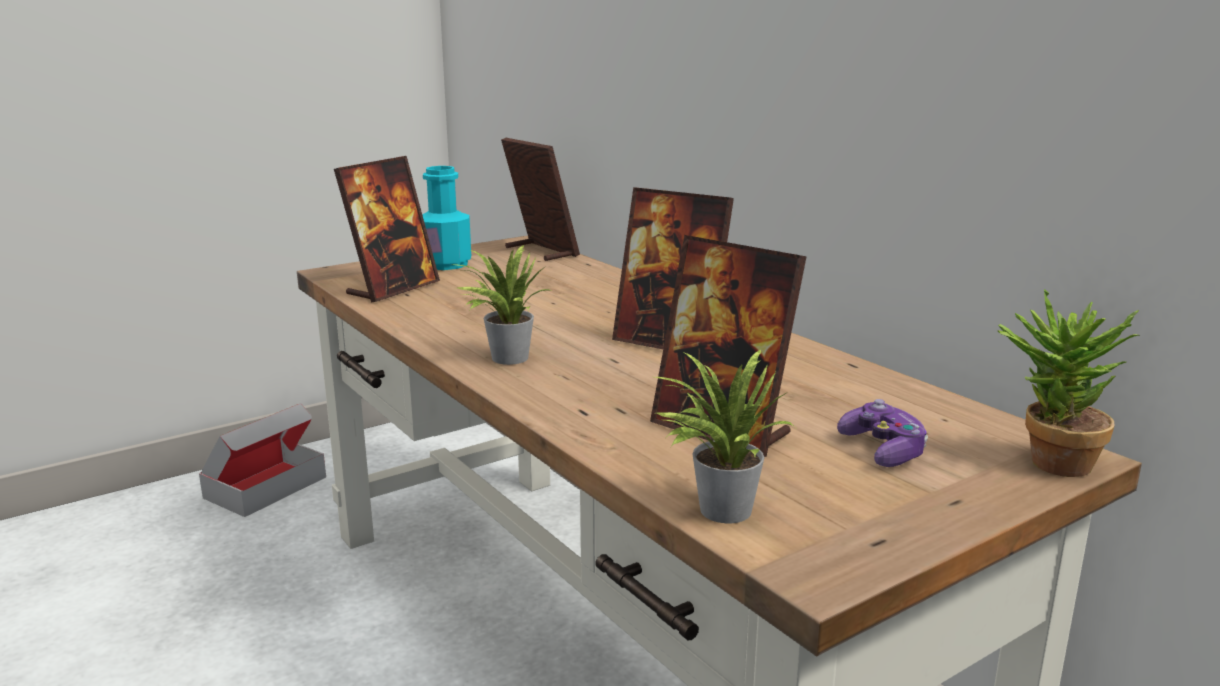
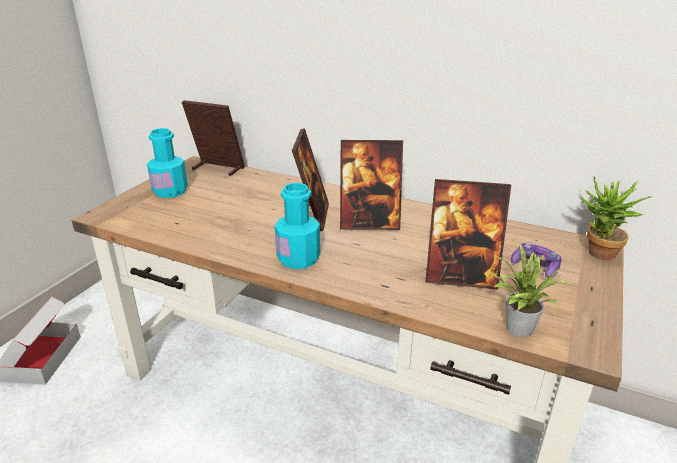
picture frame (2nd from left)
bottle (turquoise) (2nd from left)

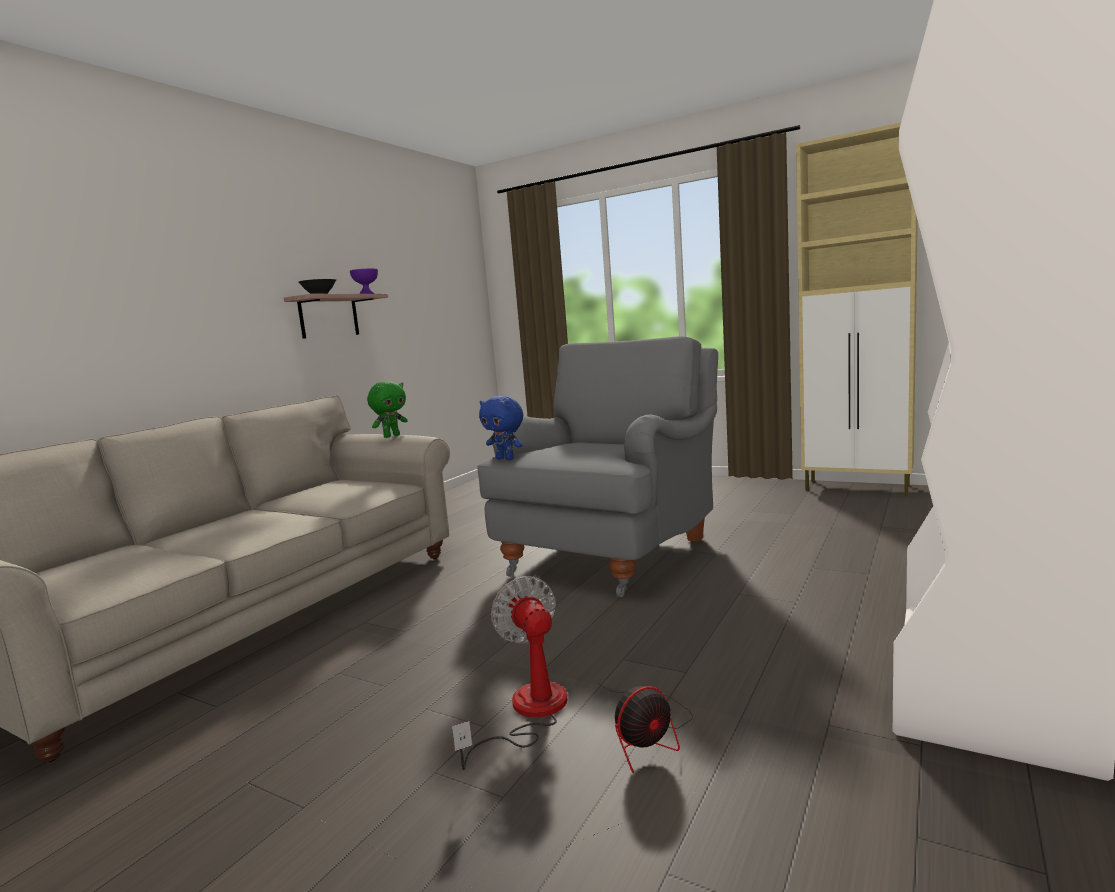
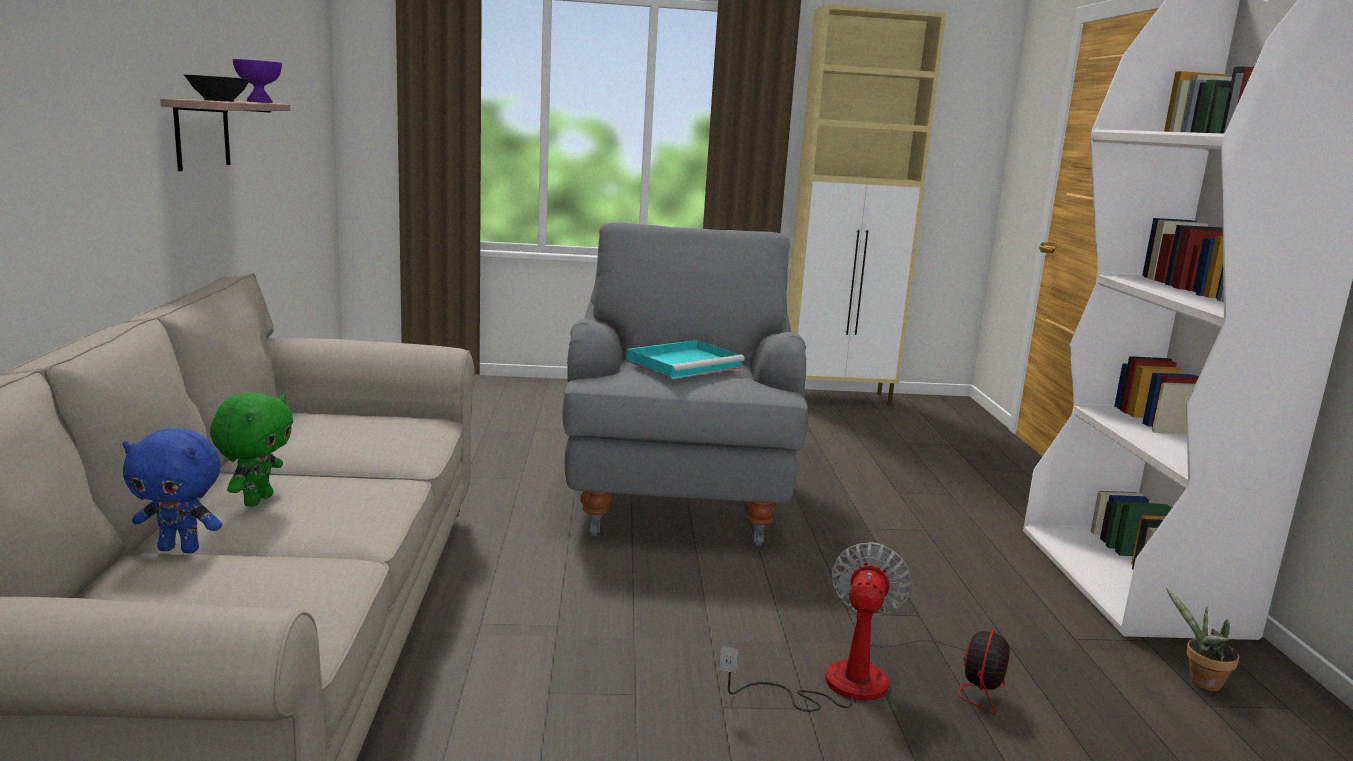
tray (turquoise)
potted plant
plush toy (green)
plush toy (blue)
fan (1st from left)

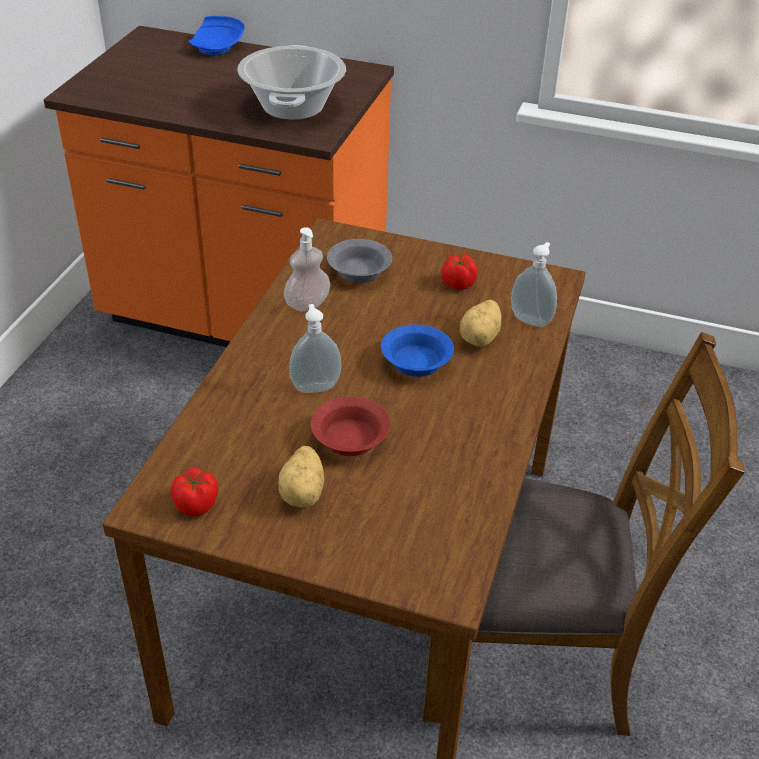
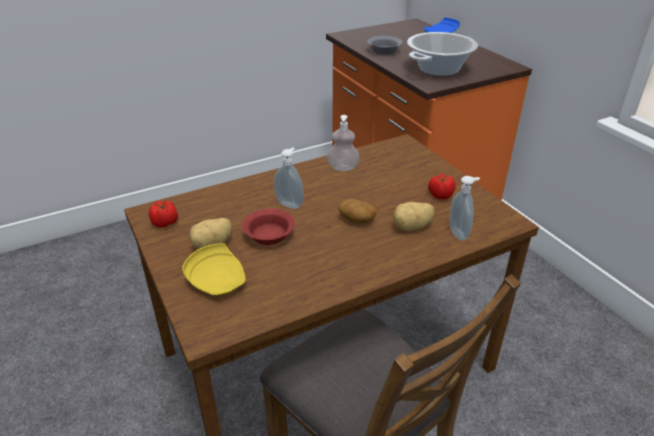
plate (yellow)
bowl (grey)
potato (2nd from left)

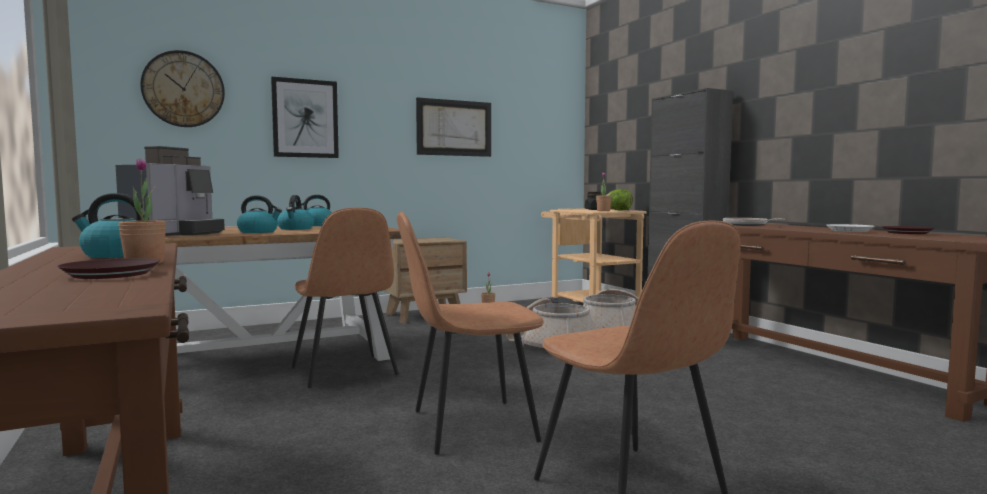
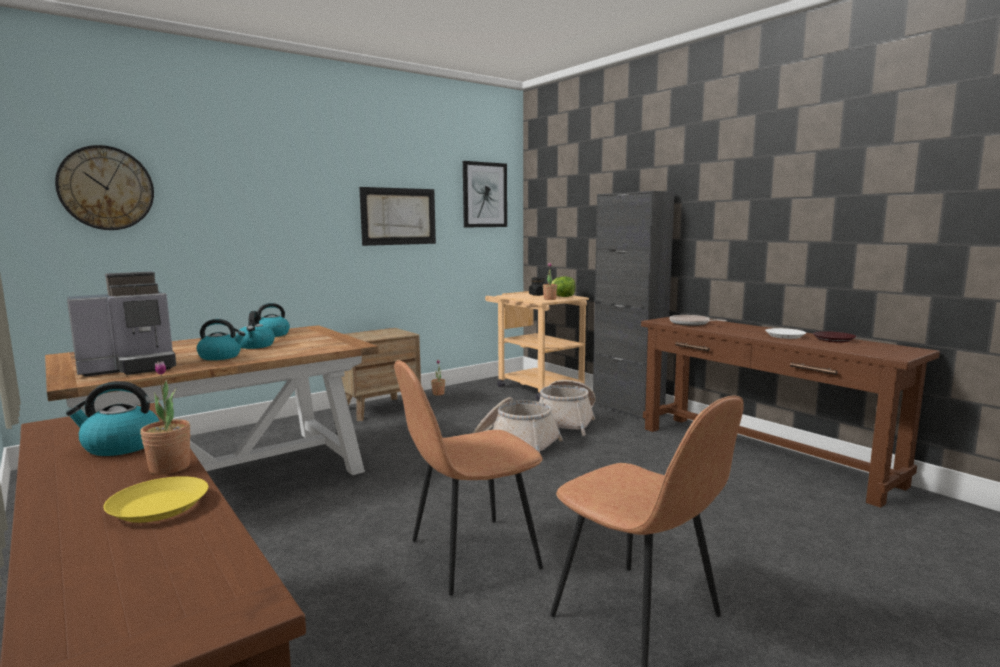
chair (brown) (1st from left in the first image)
picture (2nd from left)
plate (yellow)
coffee machine

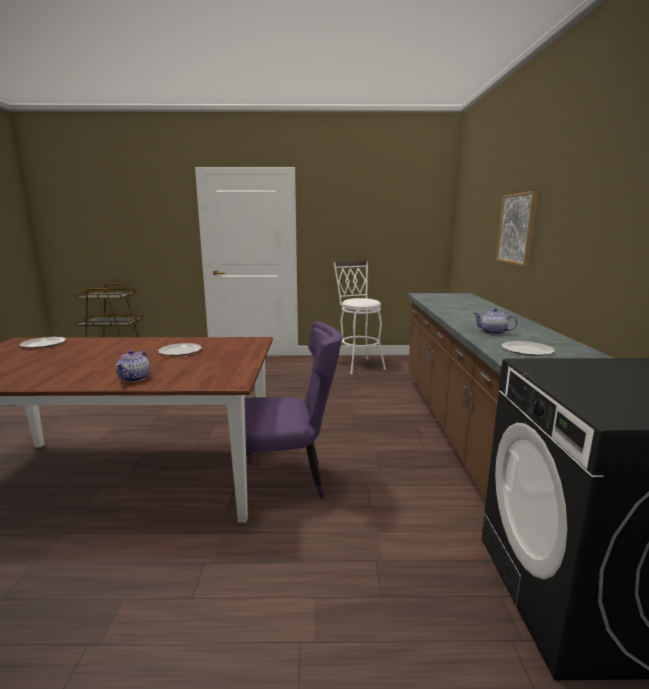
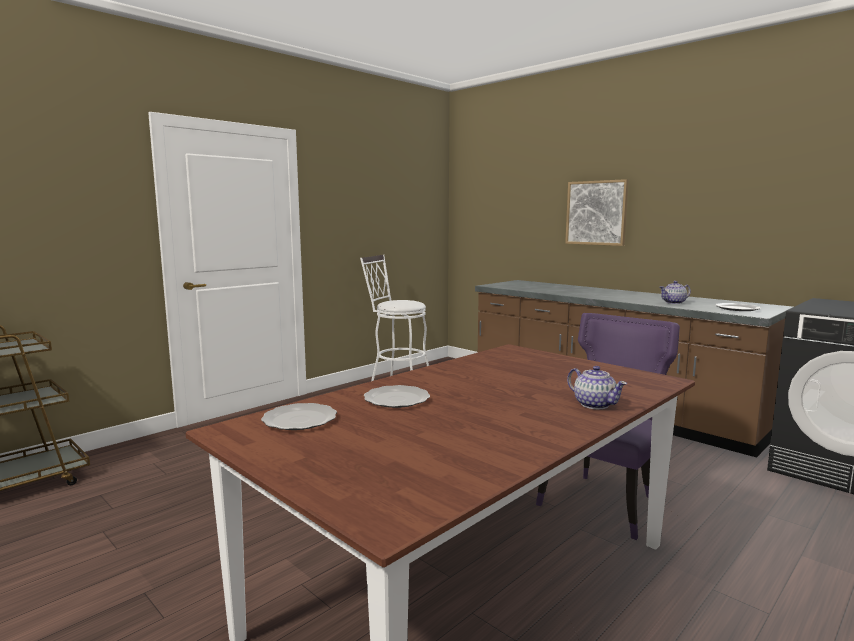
plate (2nd from left)

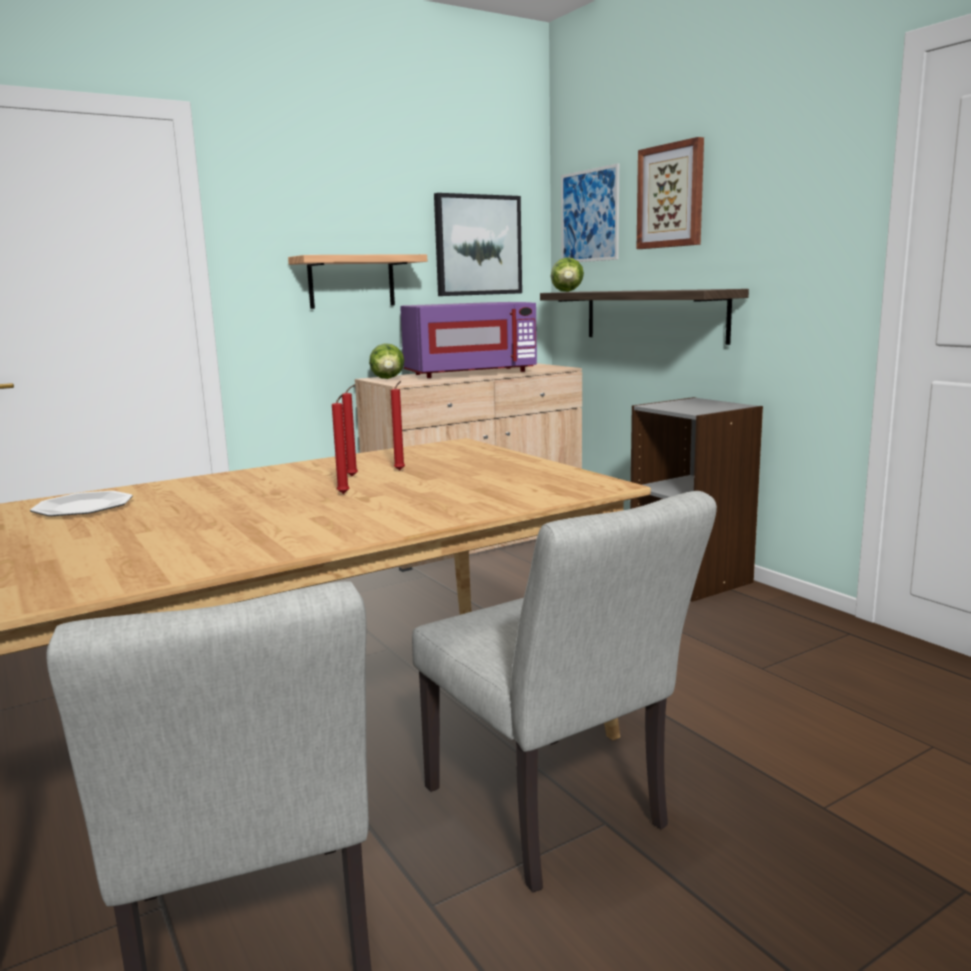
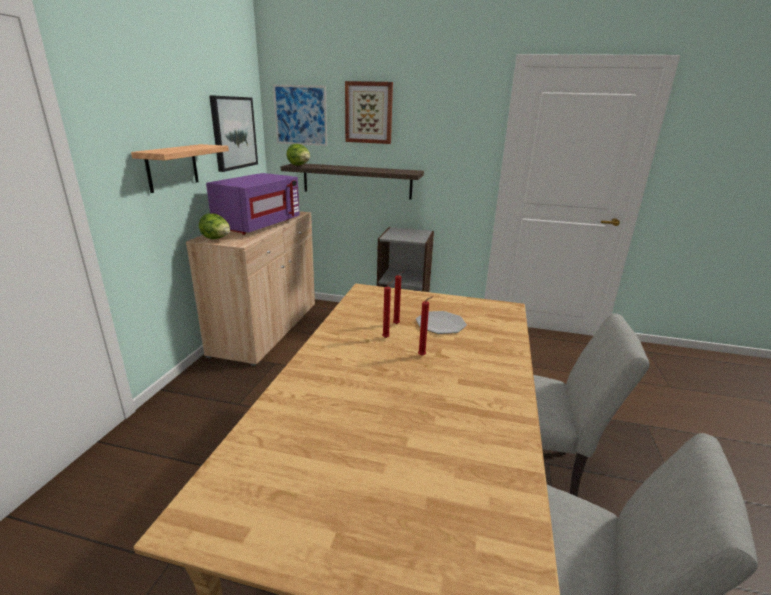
plate

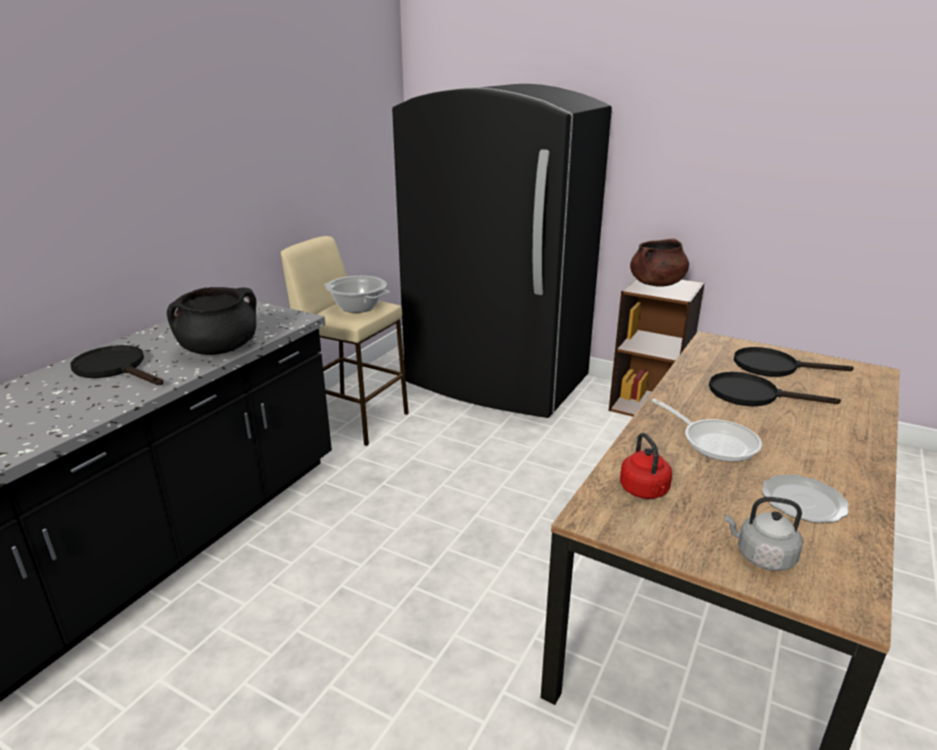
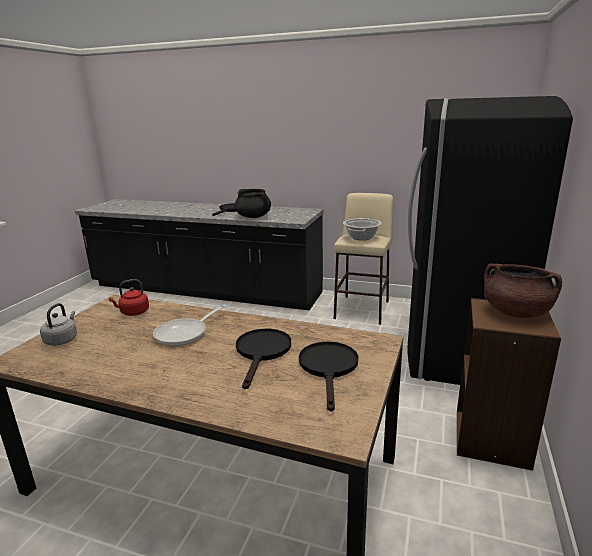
plate

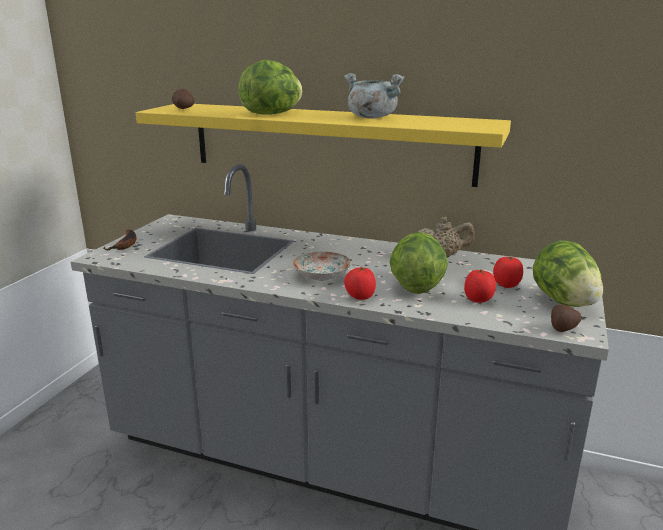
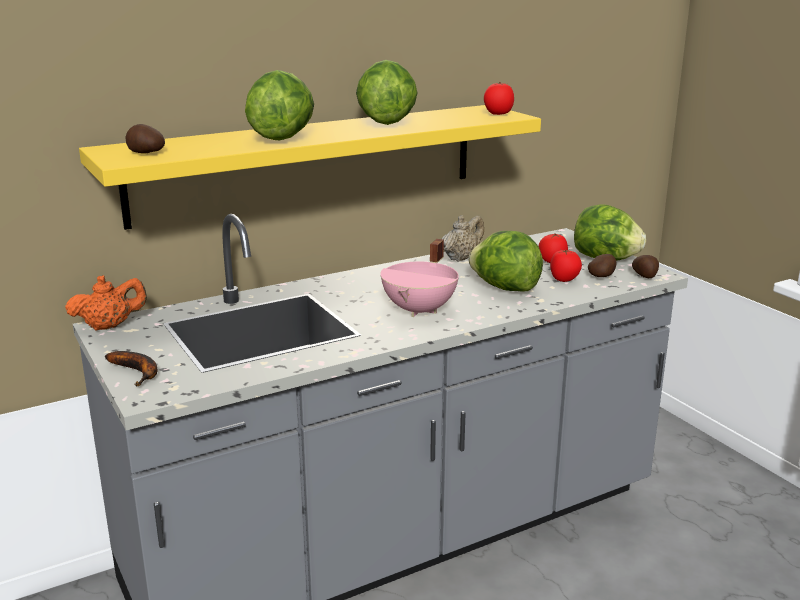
teapot (orange)
potato (2nd from left)
tomato (1st from left)
cooking pot (pink)
lettuce (2nd from left)

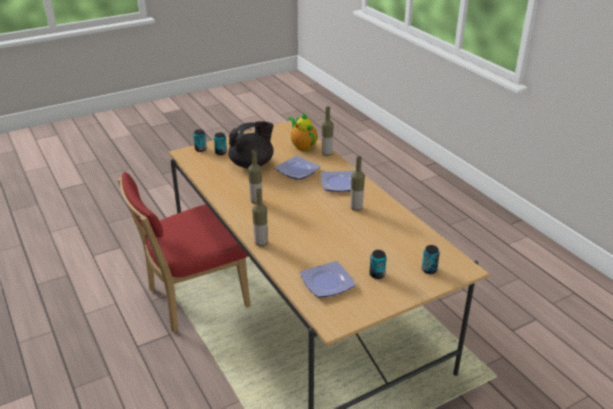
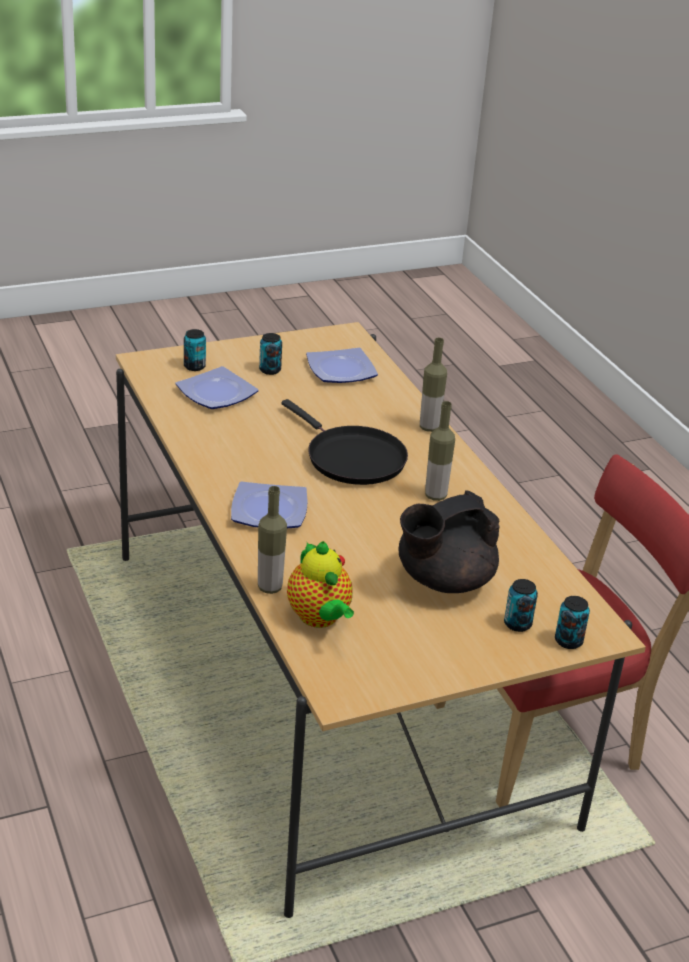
bottle (4th from left in the first image)
frying pan (black)
plate (1st from left)

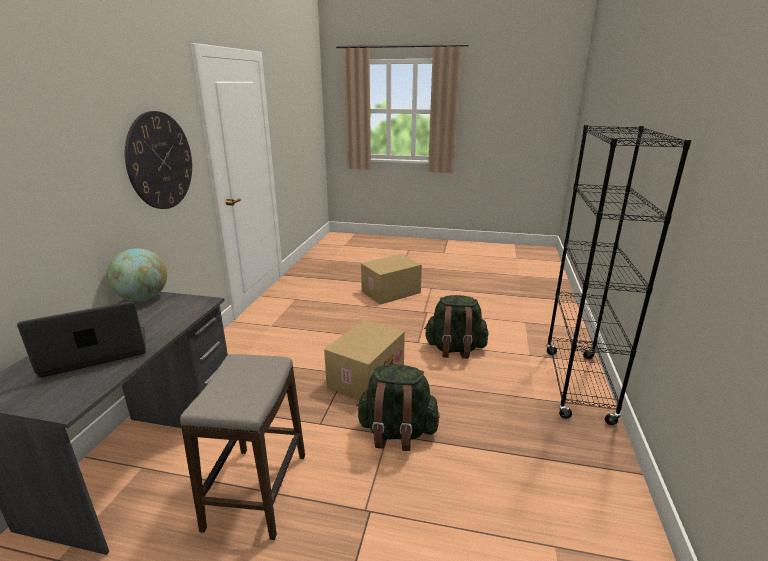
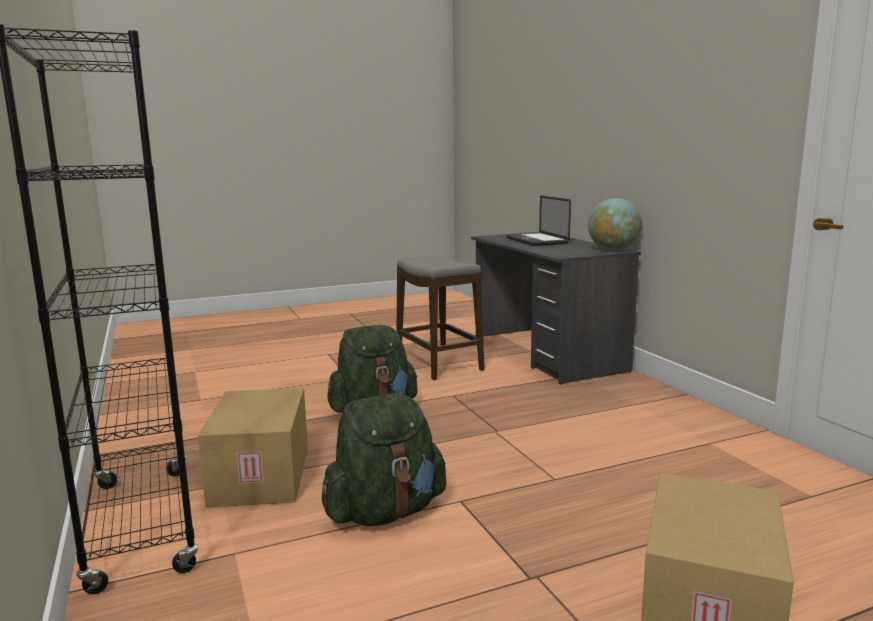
wall clock
cardboard box (1st from left)
laptop

